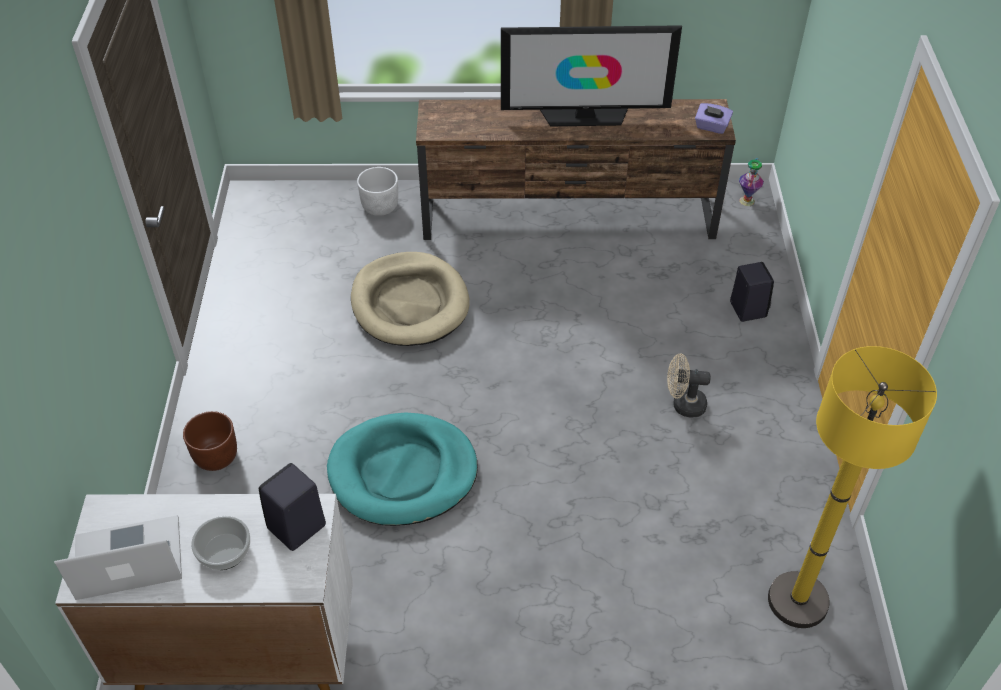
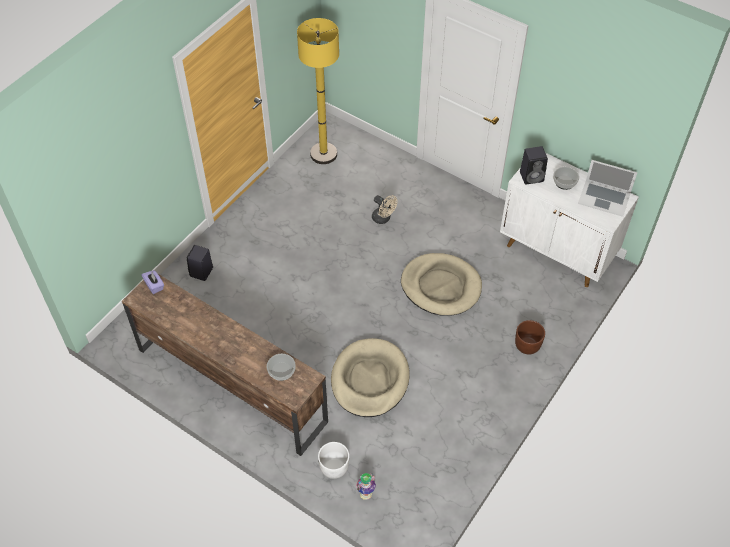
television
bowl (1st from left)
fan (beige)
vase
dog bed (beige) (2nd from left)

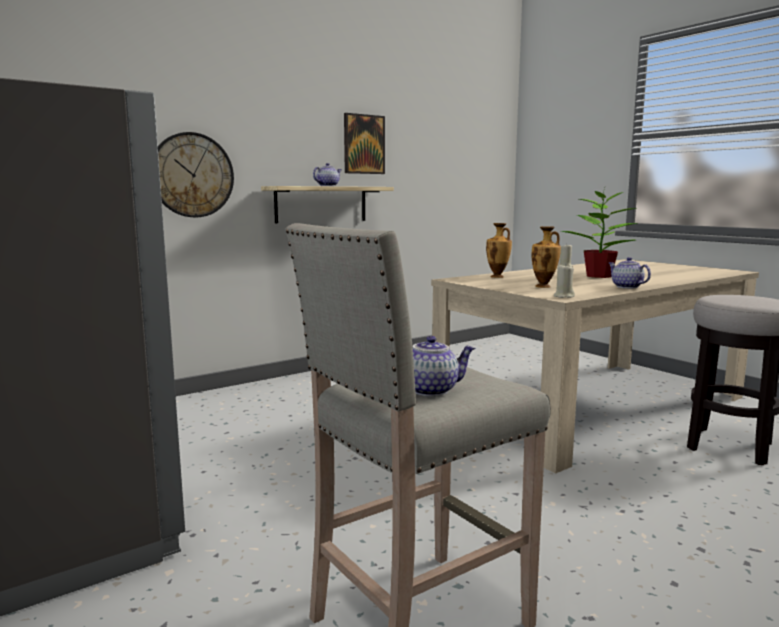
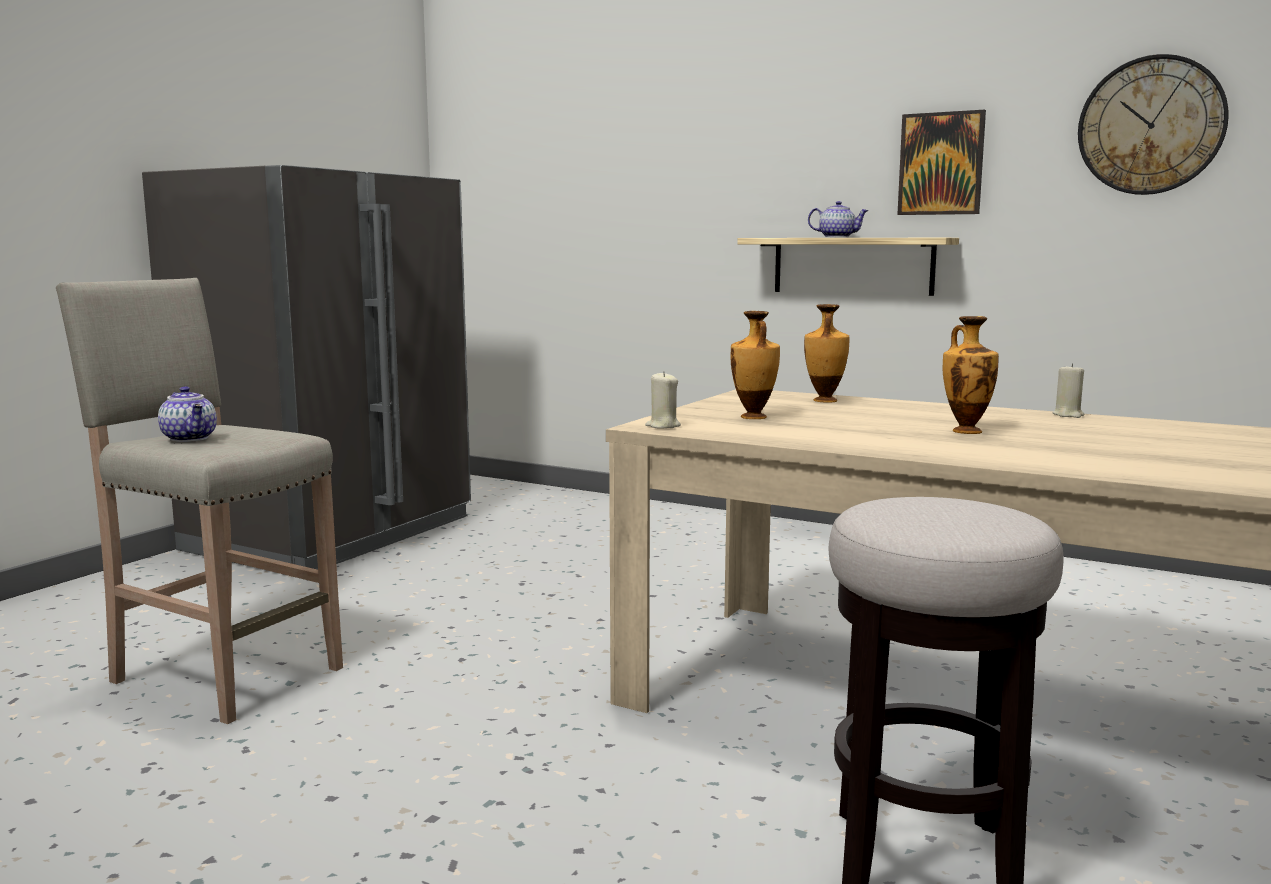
teapot (3rd from left in the first image)
wall clock
vase (3rd from left)

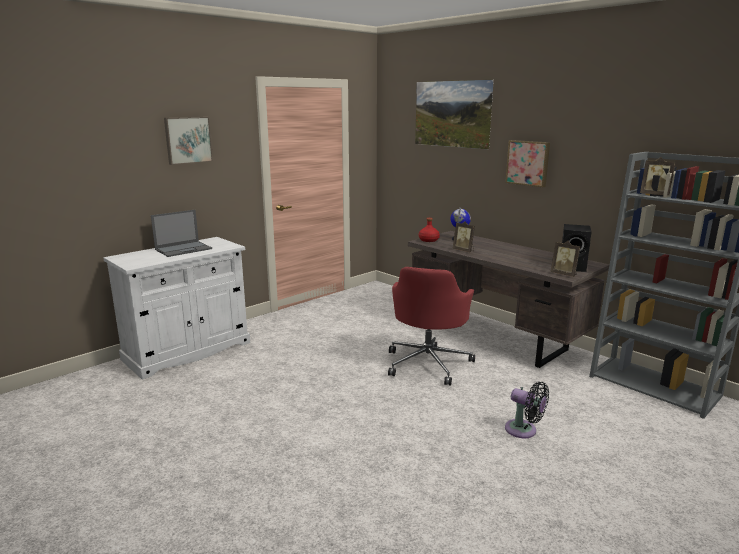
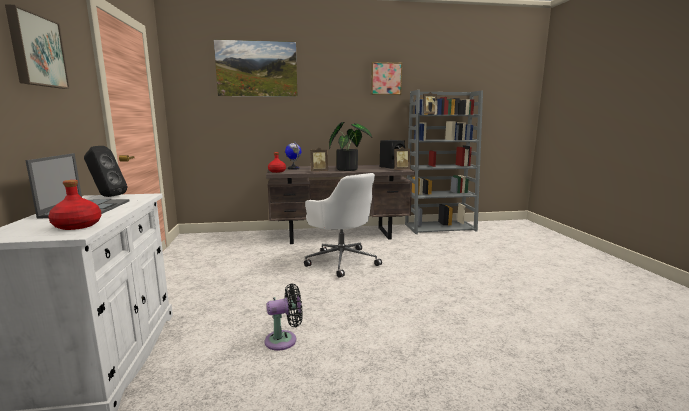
bottle (red) (1st from left)
speaker (black) (1st from left)
potted plant
picture (3rd from left)
fan (black)
office chair (white)

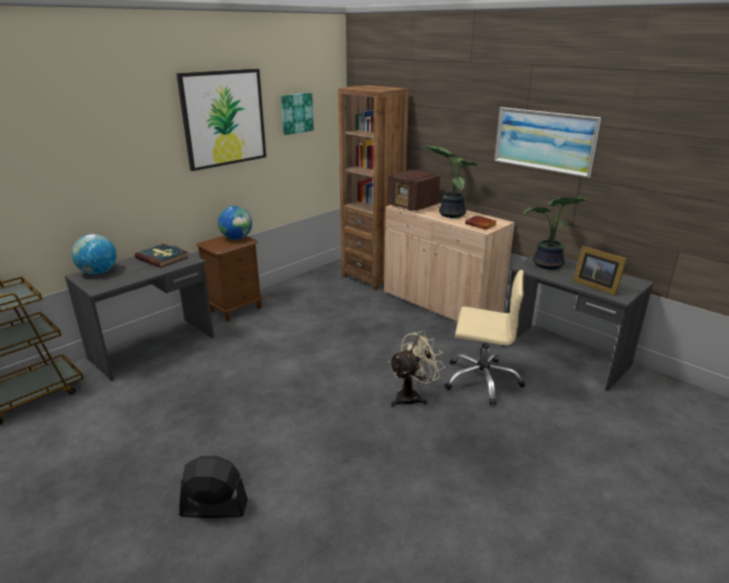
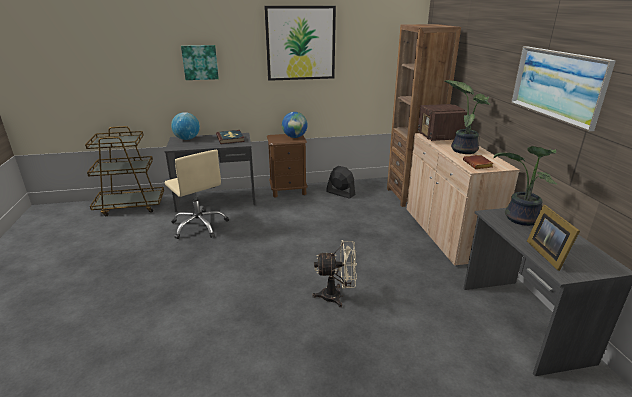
fan (black)
picture (1st from left)
office chair (beige)

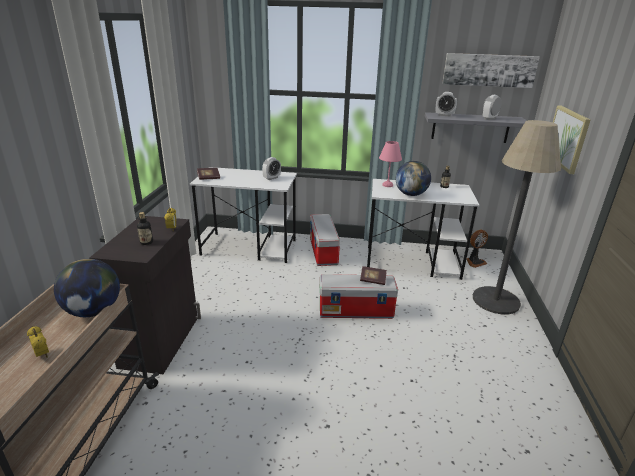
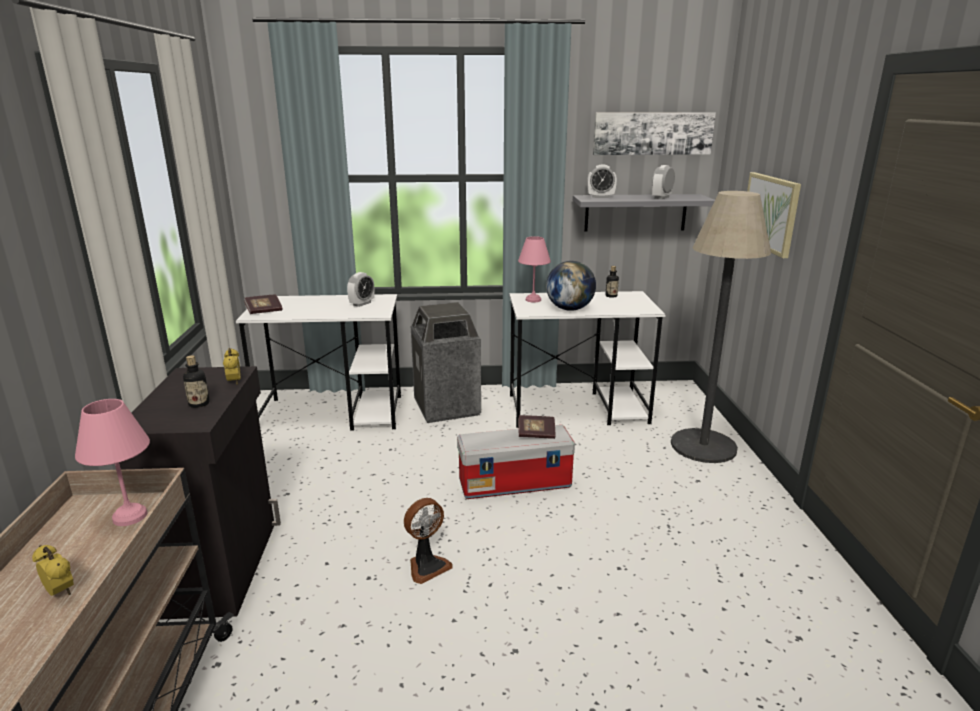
fan
table lamp (pink) (1st from left)
trash can

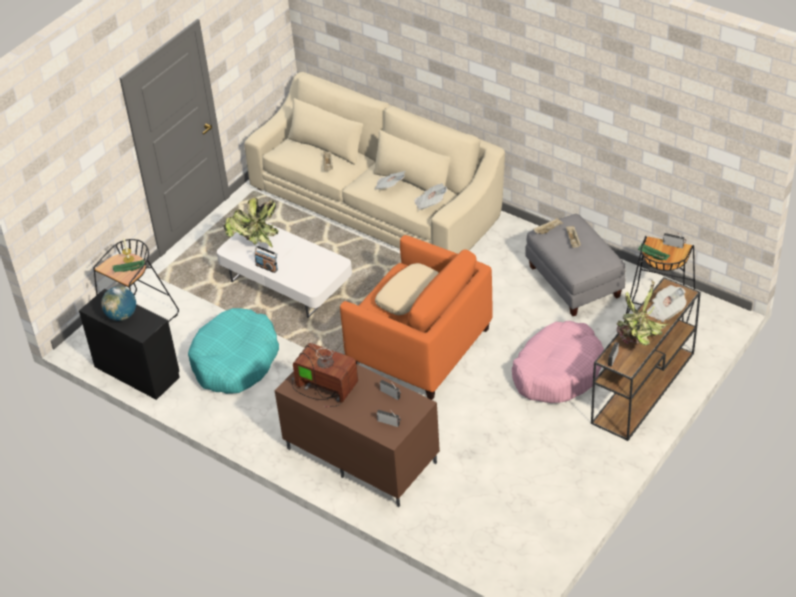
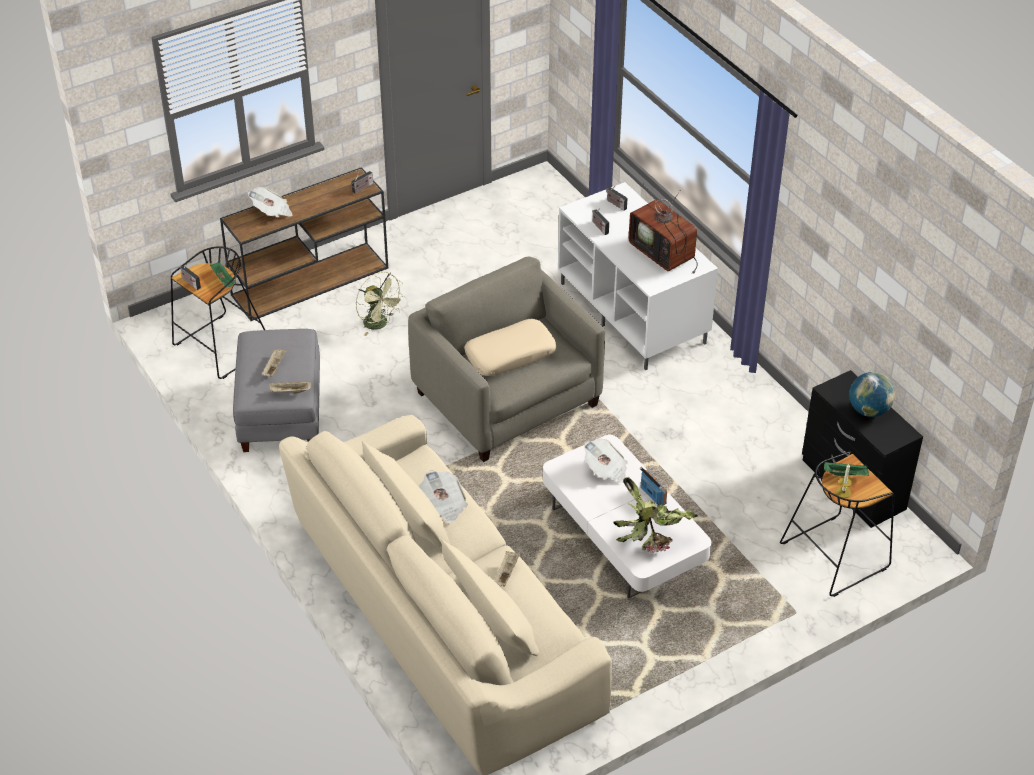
dog bed (turquoise)
potted plant (2nd from left in the first image)
newspaper (3rd from left)
fan (green)
tv stand (white)
armchair (beige)

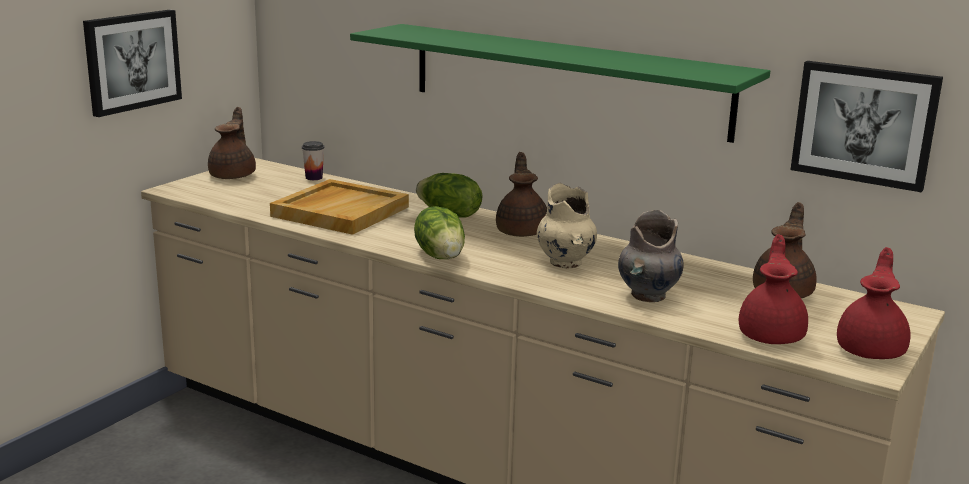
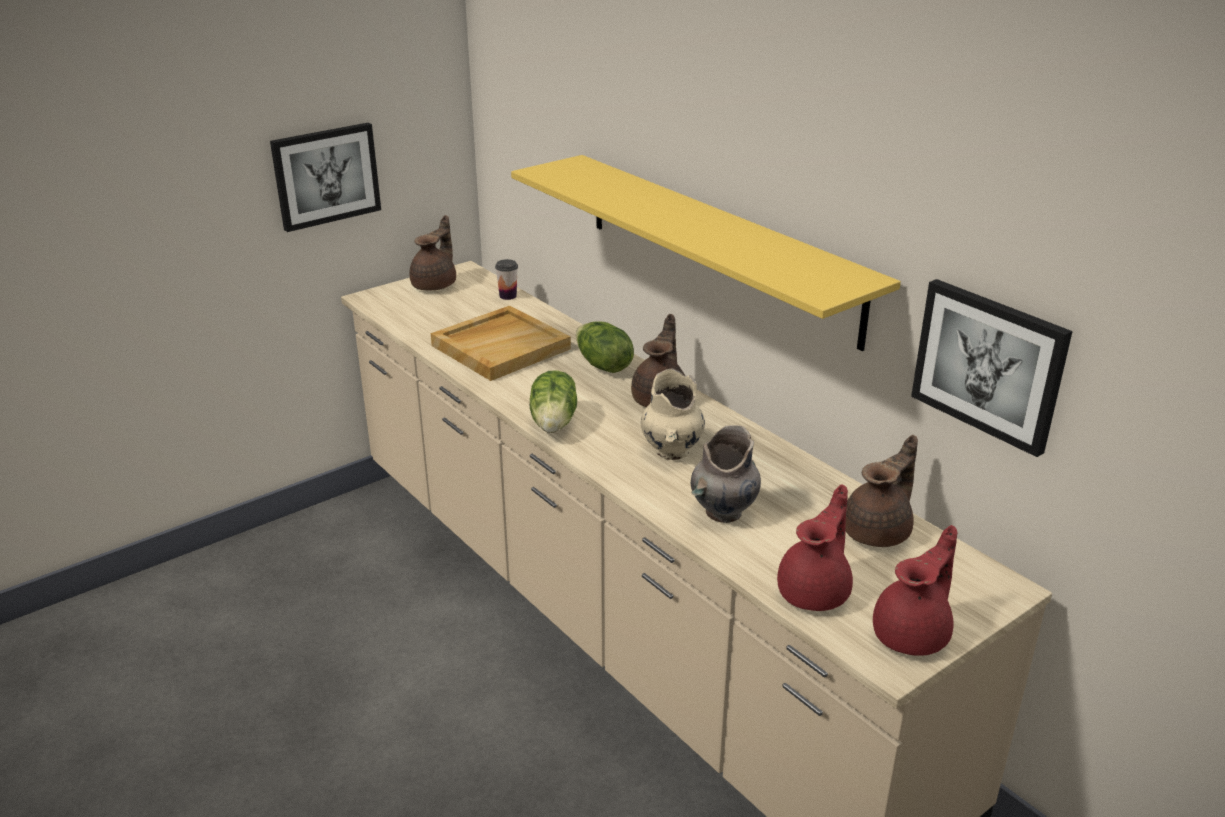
shelf (yellow)

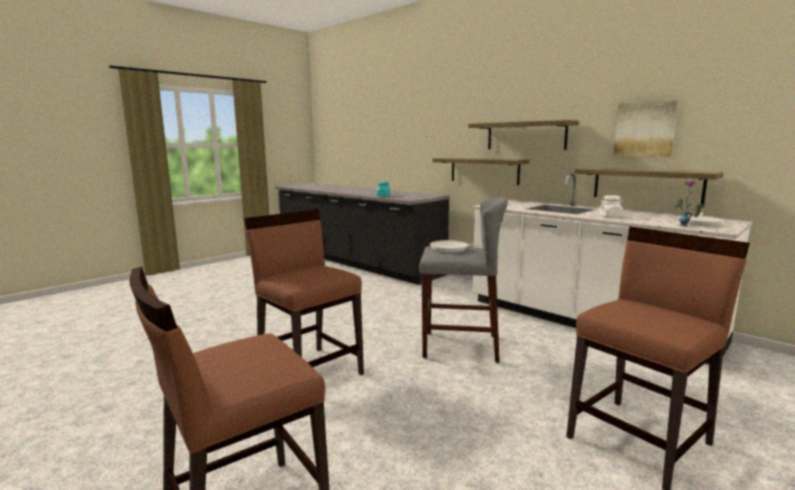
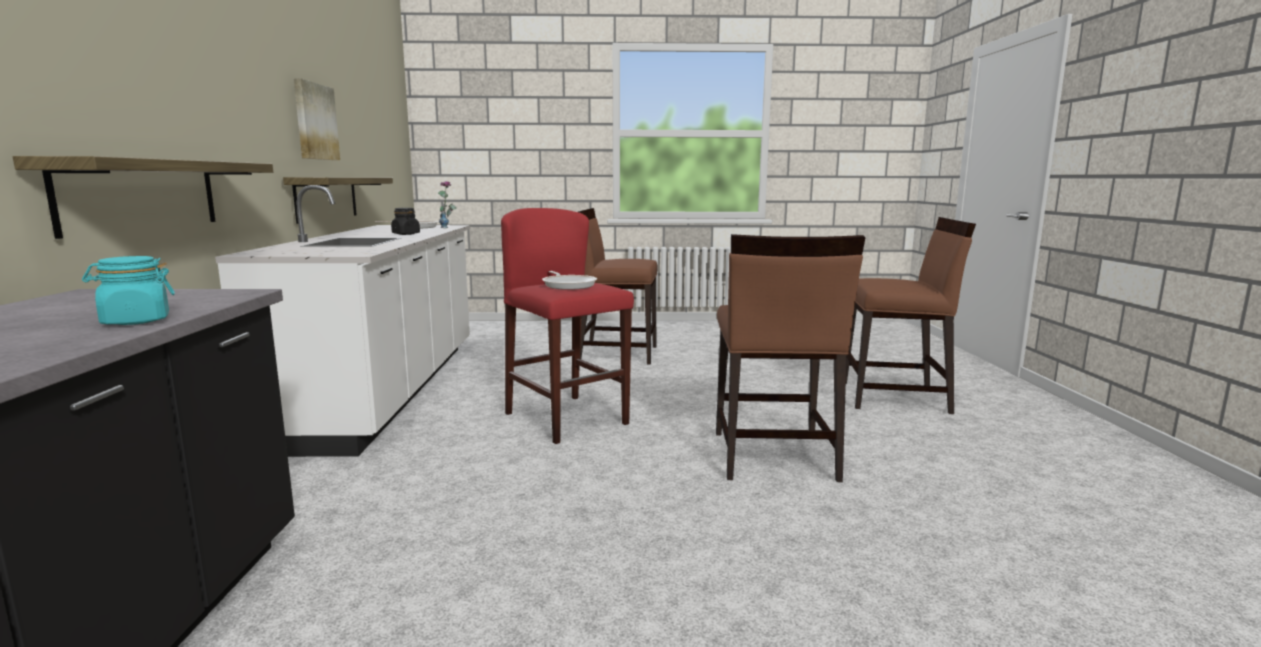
shelf (2nd from left in the first image)
stool (red)
jar (black)

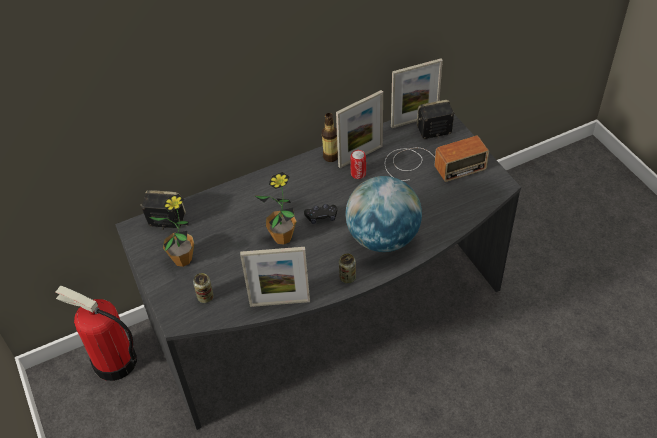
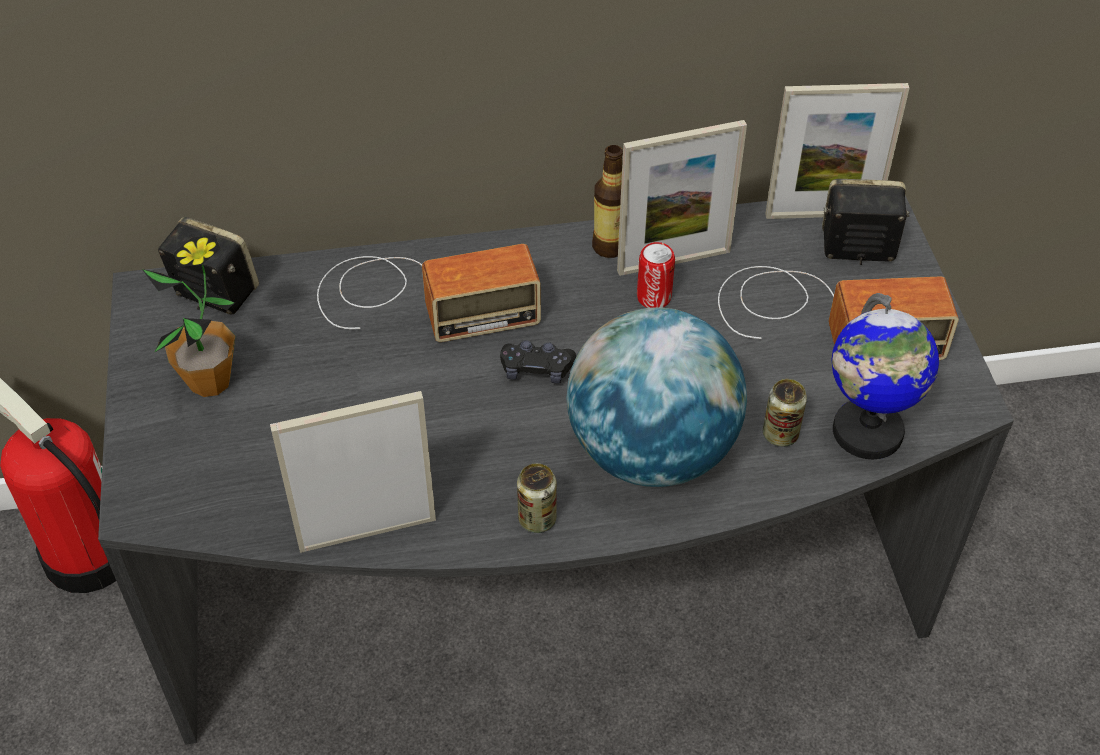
potted plant (2nd from left in the first image)
radio (1st from left)
globe (2nd from left)
can (3rd from left)
picture frame (1st from left)

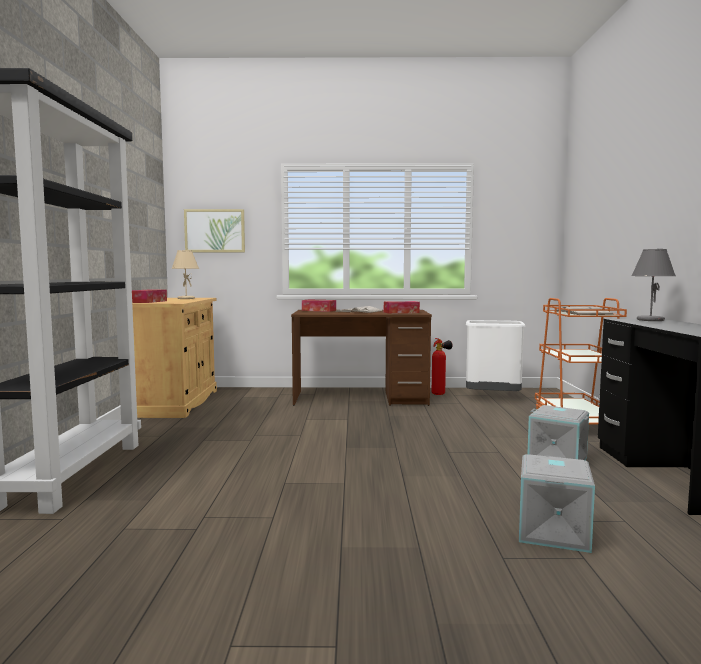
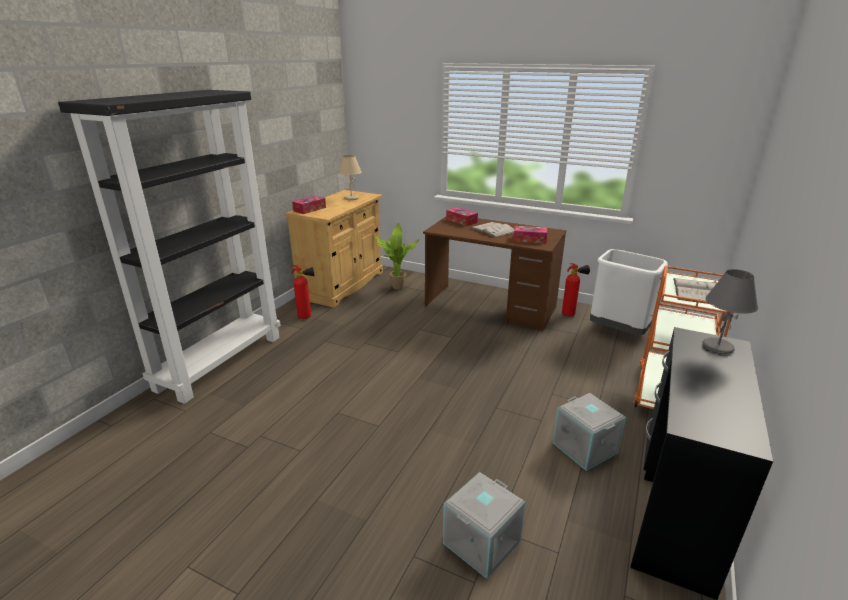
picture
fire extinguisher (1st from left)
potted plant

